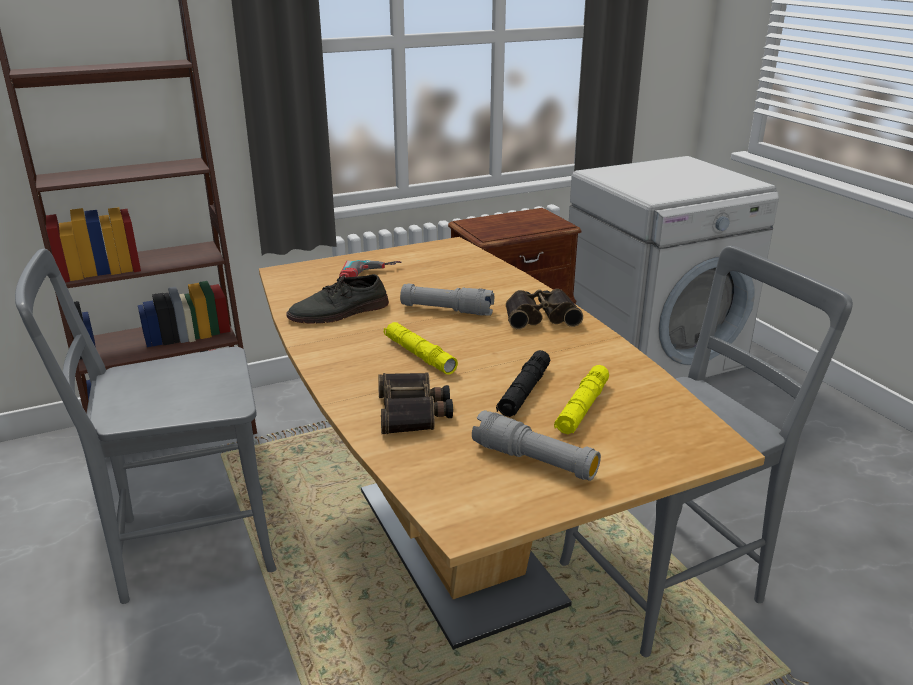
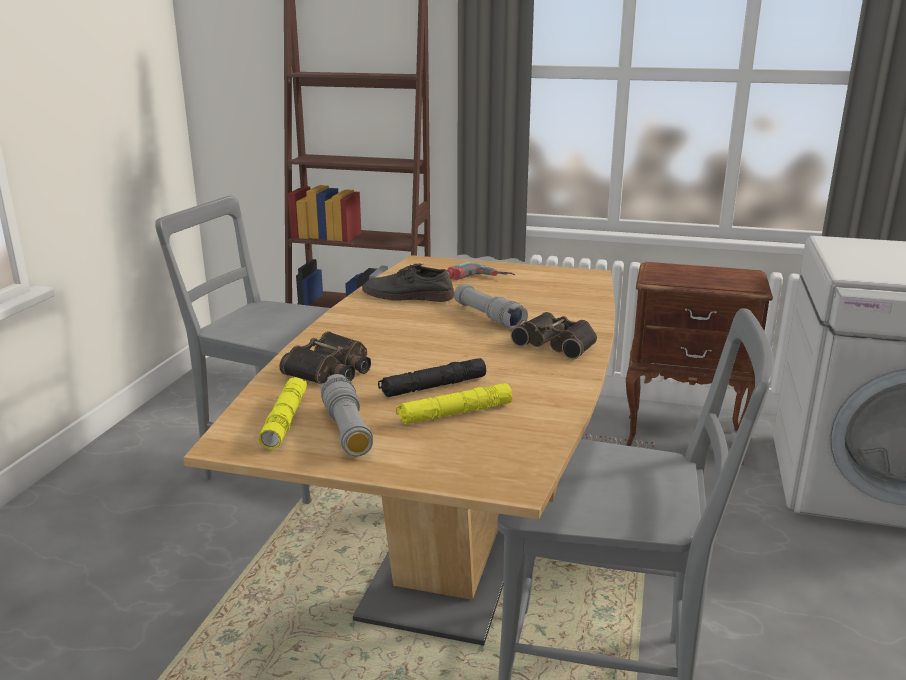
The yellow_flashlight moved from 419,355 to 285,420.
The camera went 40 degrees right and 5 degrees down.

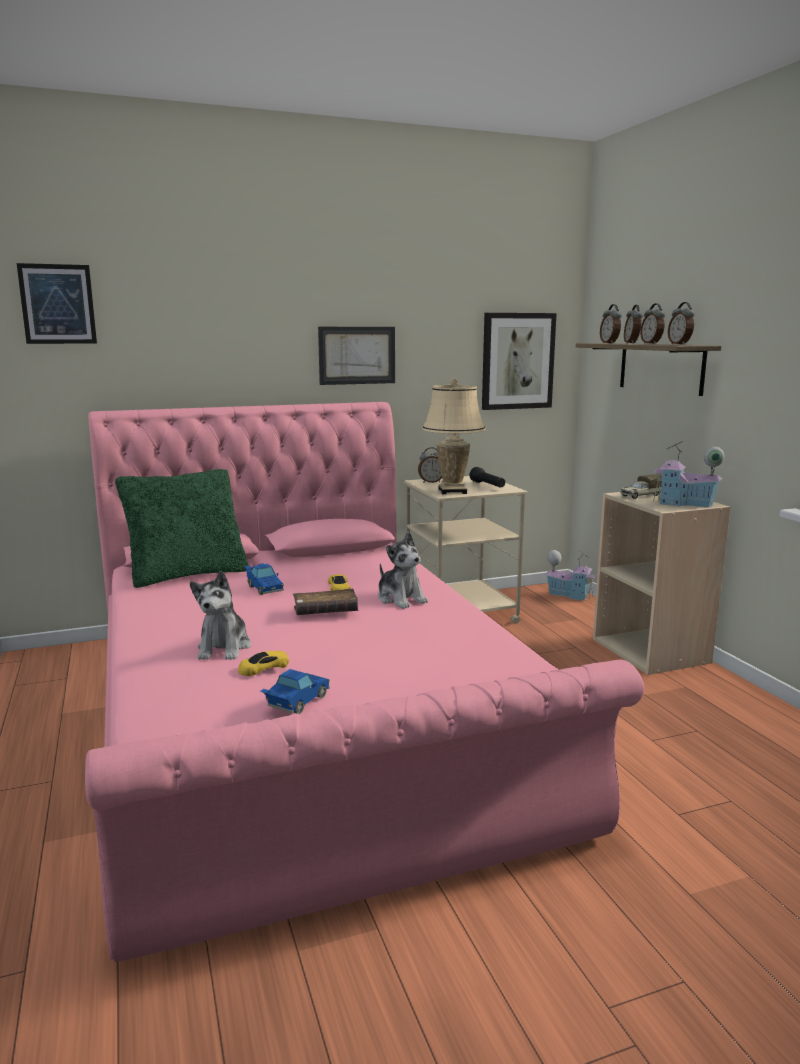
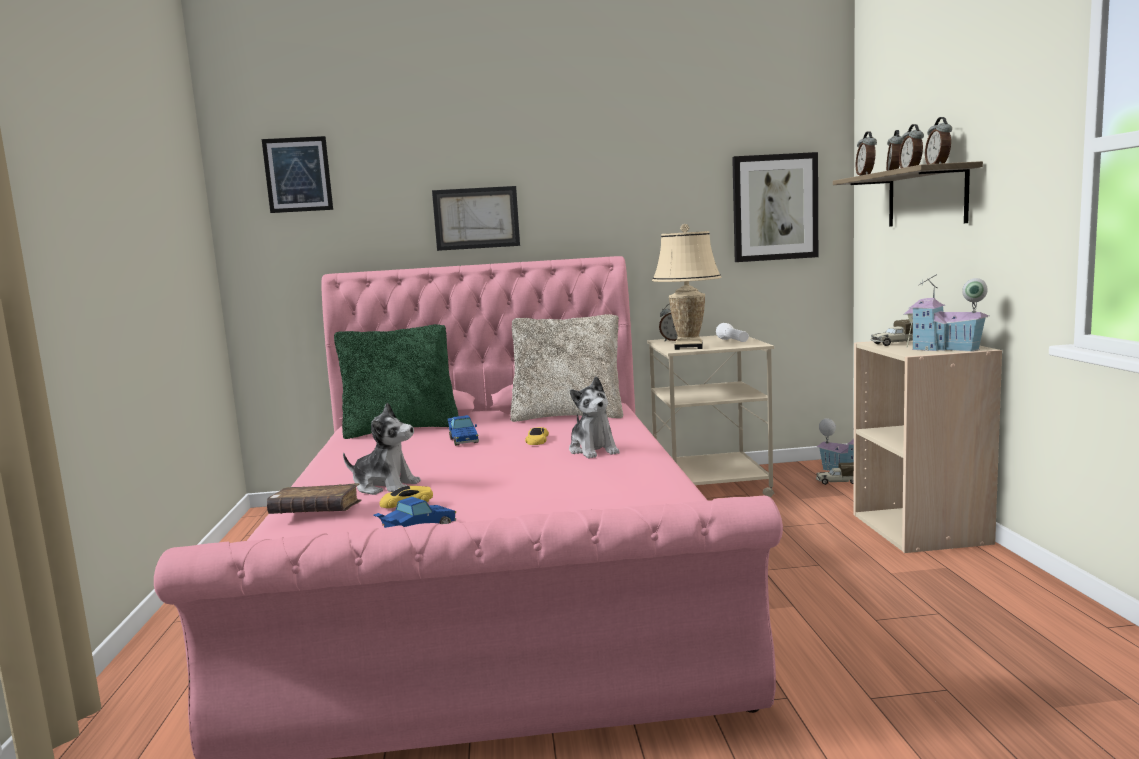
The plush_toy at 224,648 turned 90 degrees counterclockwise.
The brown_book moved from 325,611 to 315,511.
The picture moved from 357,355 to 476,218.
The black_flashlight at 488,485 became the white_flashlight at 733,342.
The beige_pillow at 568,415 appeared.
The toy_truck at 838,482 appeared.
The camera went 15 degrees right and 5 degrees down.

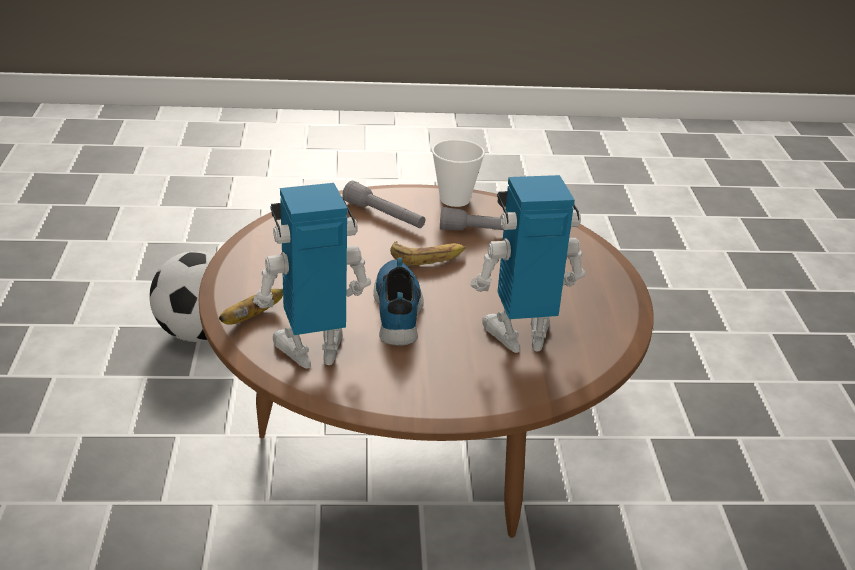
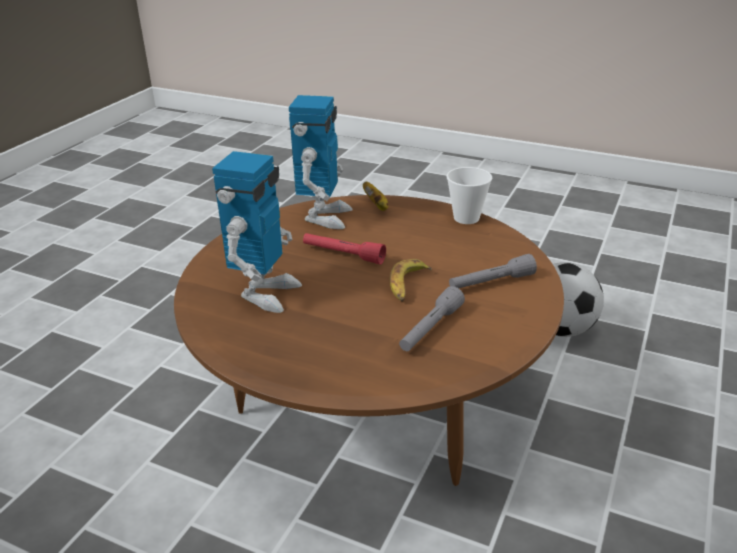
The shoe at 399,309 was replaced by the red_flashlight at 343,255.
The cup moved from 455,199 to 466,218.
The camera went 120 degrees right and 0 degrees up.

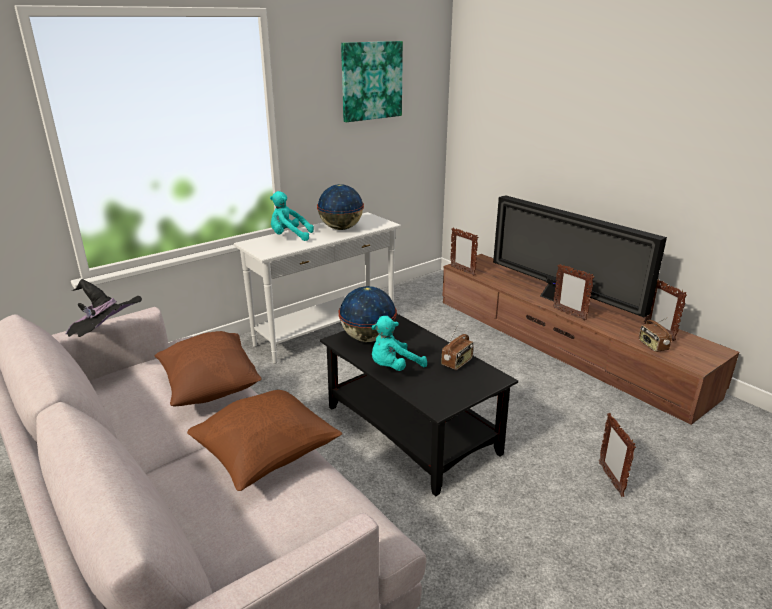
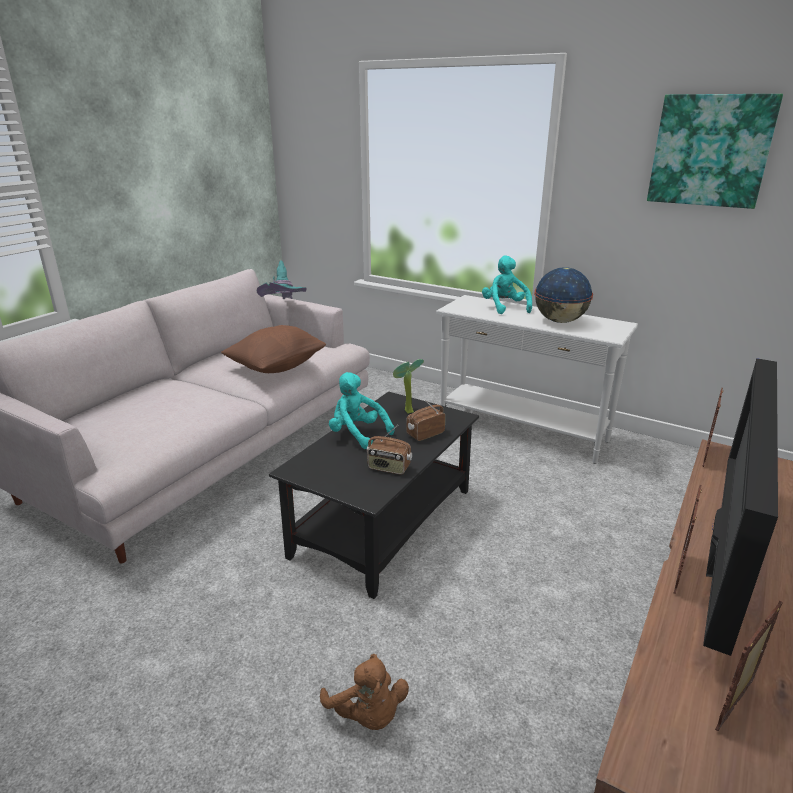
The black_hat at 108,337 became the turquoise_hat at 284,308.
The brown_pillow at 266,458 disappeared.
The globe at 367,338 was replaced by the potted_plant at 406,411.
The picture_frame at 610,479 was replaced by the brown_plush_toy at 367,714.
The radio moved from 652,346 to 425,434.
The camera went 70 degrees right and 0 degrees up.

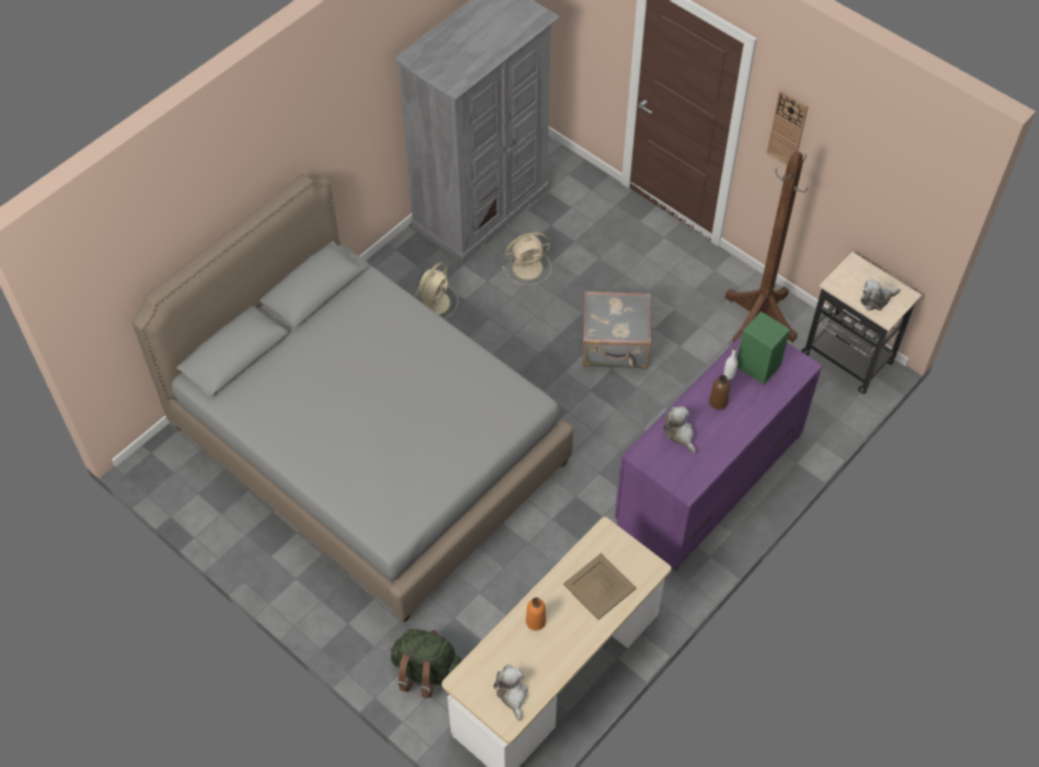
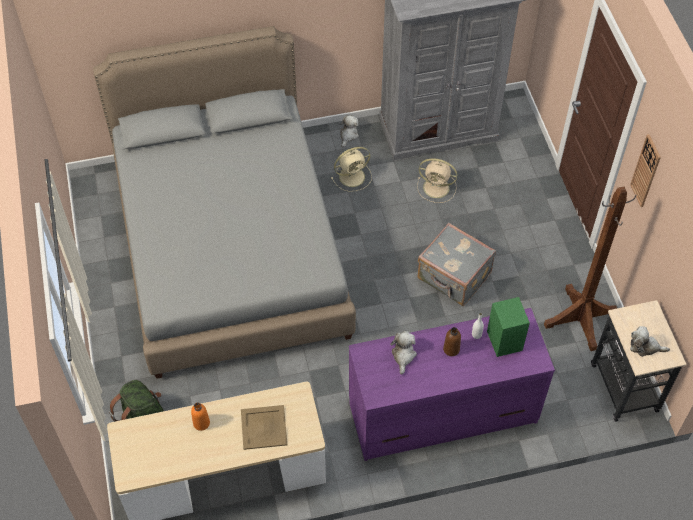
The plush_toy moved from 512,694 to 348,135.
The camera went 35 degrees right and 0 degrees up.

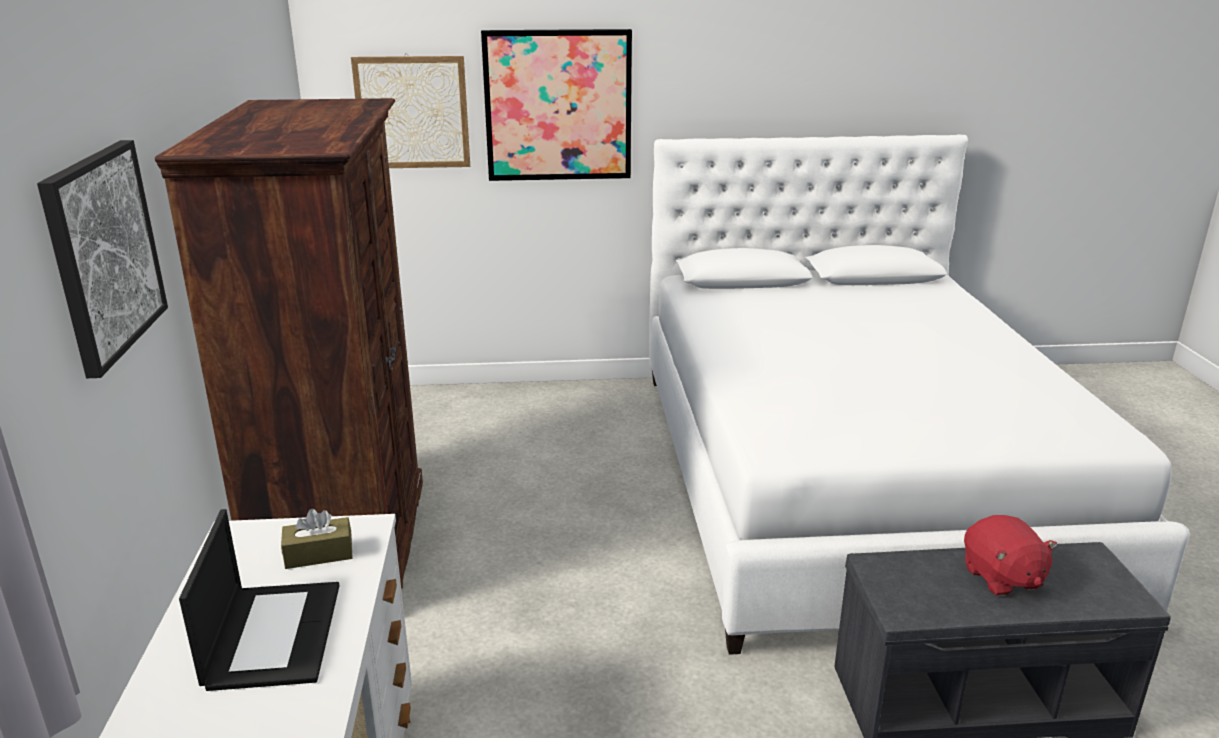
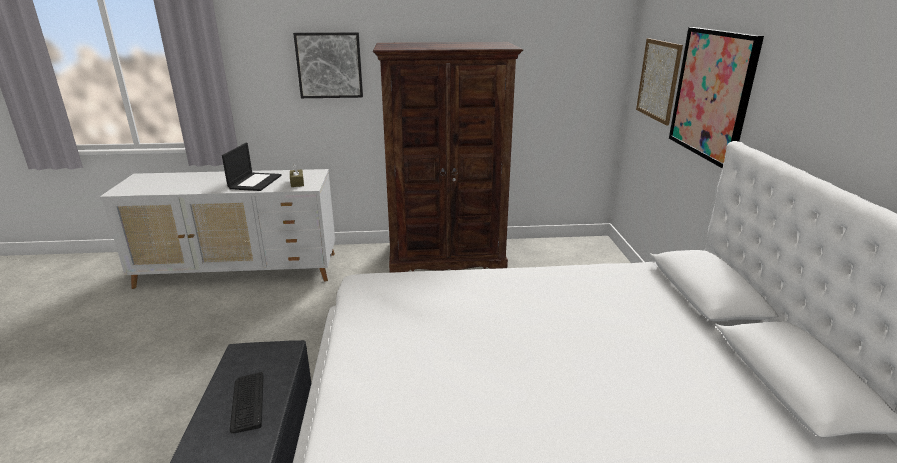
The laptop at 272,634 turned 75 degrees counterclockwise.
The red_plush_toy at 1001,578 was replaced by the keyboard at 247,402.
The camera went 90 degrees right and 0 degrees up.

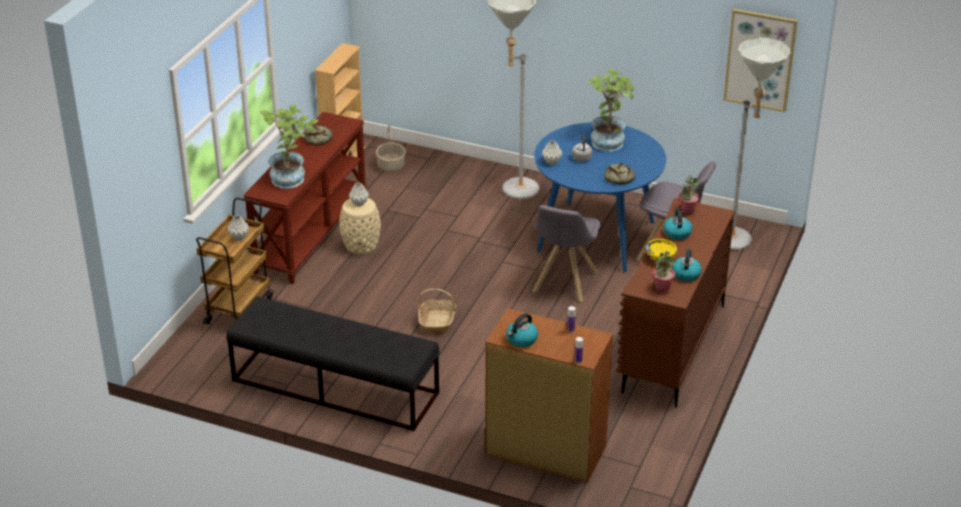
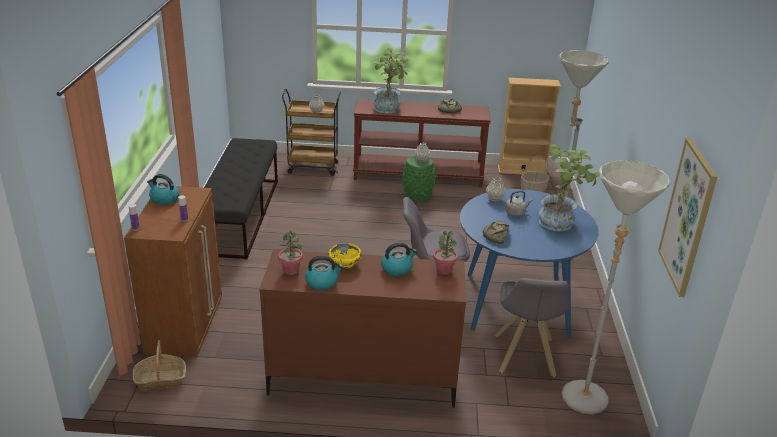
The beige_stool at 361,245 became the green_stool at 417,196.
The basket moved from 437,321 to 160,379.
The camera went 70 degrees right and 5 degrees down.

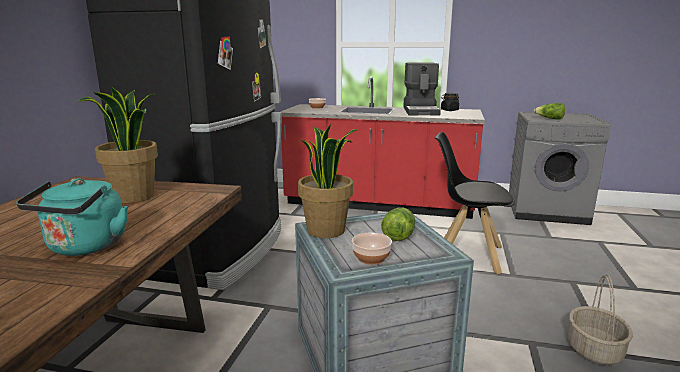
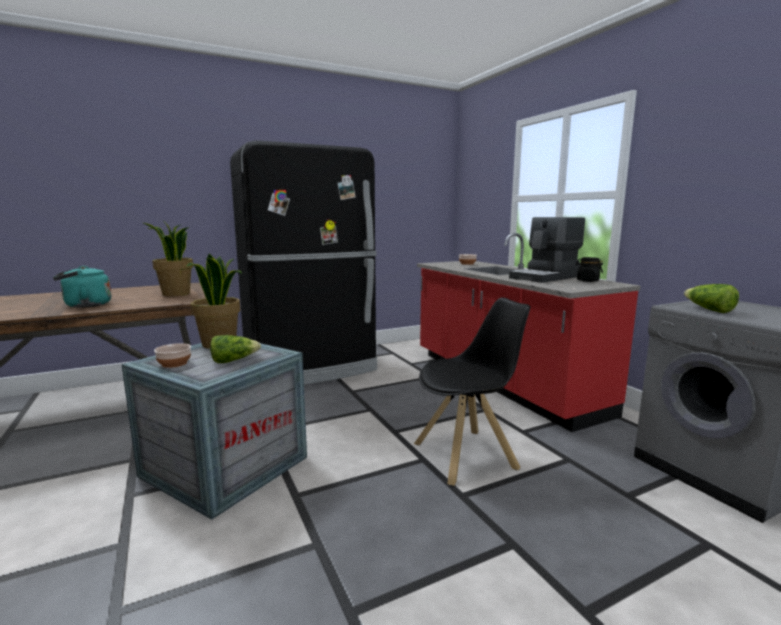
The black_chair at 467,254 turned 90 degrees clockwise.
The basket at 595,350 disappeared.
The camera went 50 degrees right and 5 degrees down.

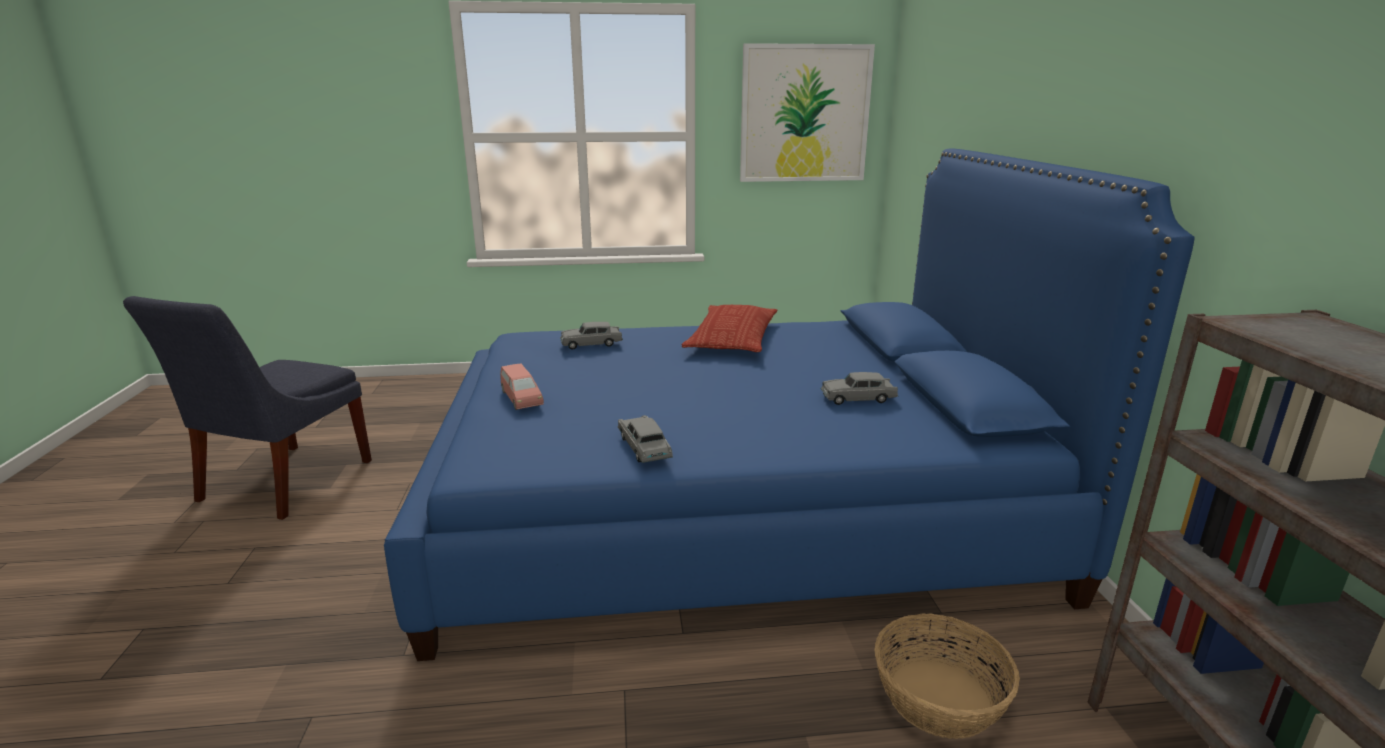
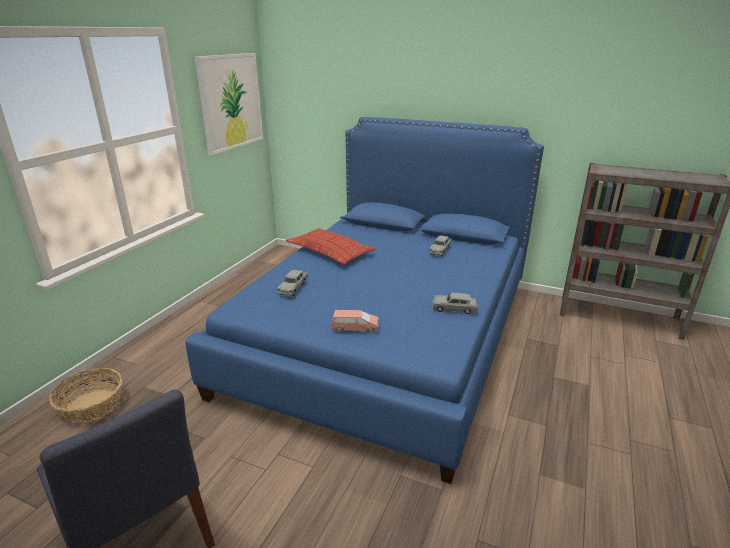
The basket moved from 938,697 to 91,406.
The camera went 60 degrees left and 5 degrees up.

